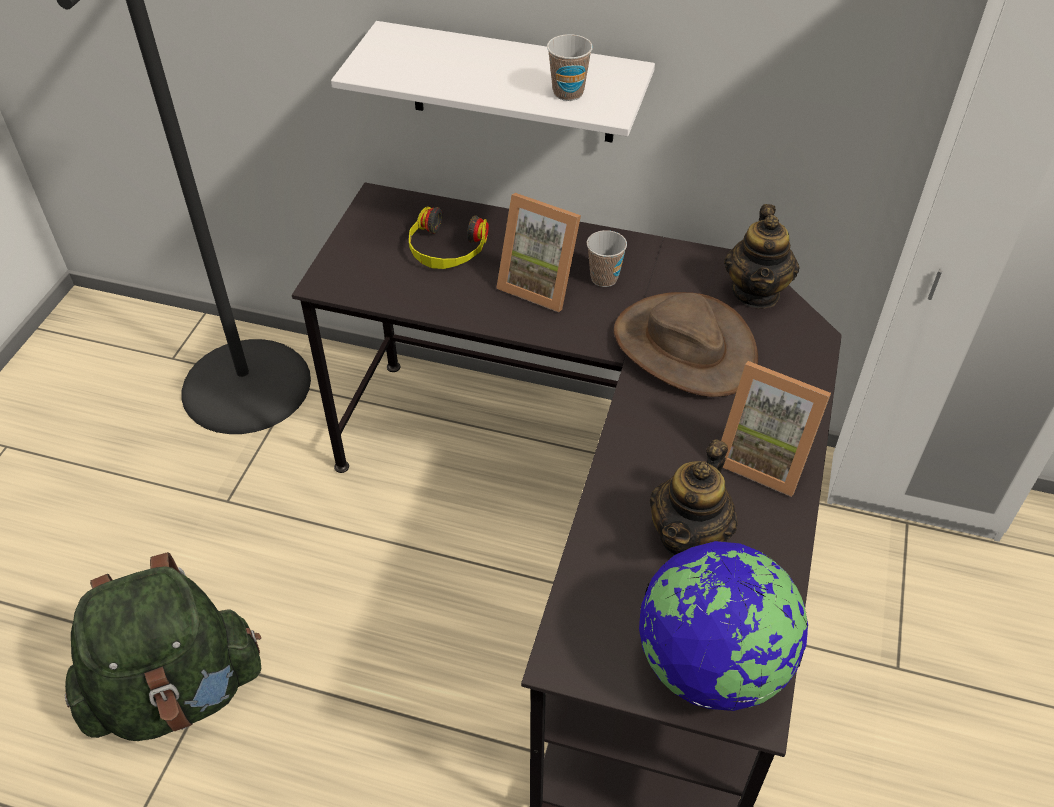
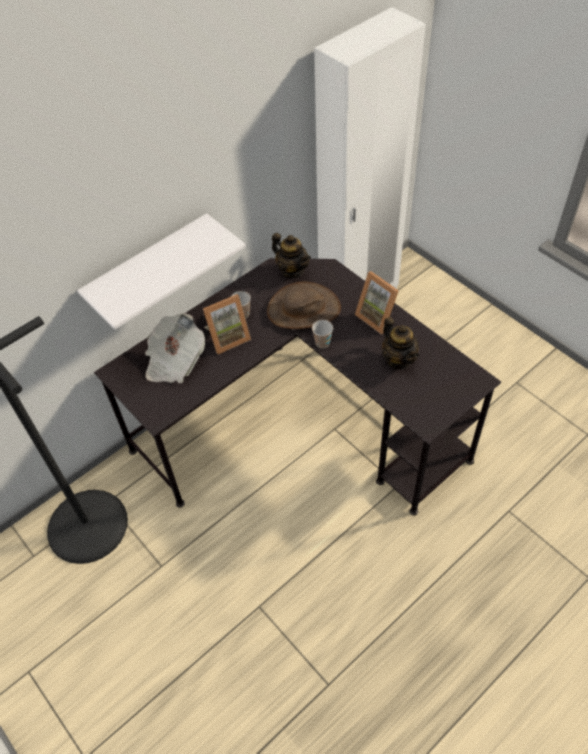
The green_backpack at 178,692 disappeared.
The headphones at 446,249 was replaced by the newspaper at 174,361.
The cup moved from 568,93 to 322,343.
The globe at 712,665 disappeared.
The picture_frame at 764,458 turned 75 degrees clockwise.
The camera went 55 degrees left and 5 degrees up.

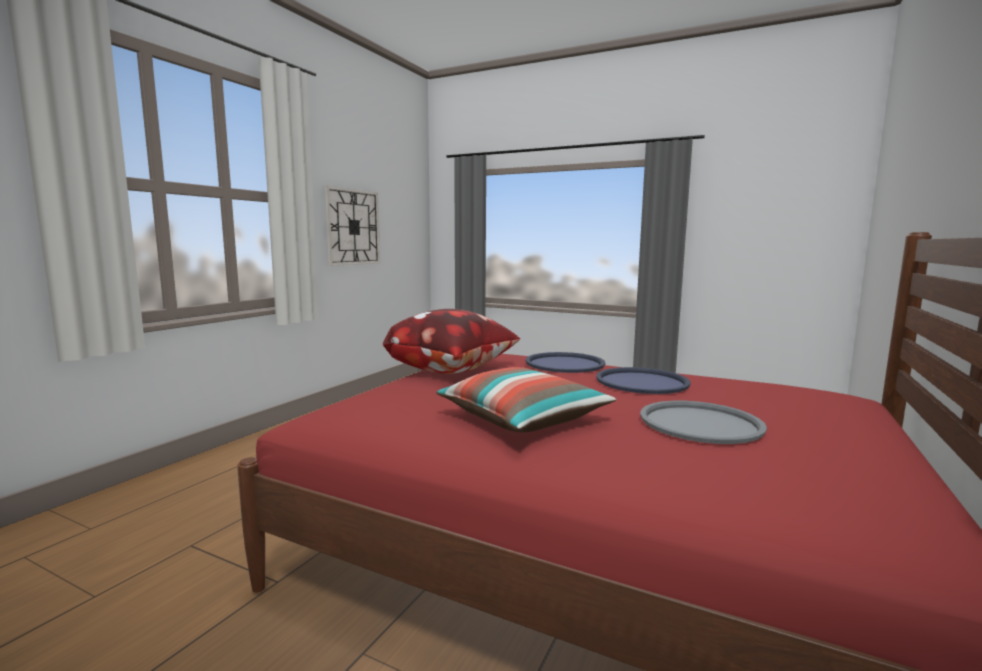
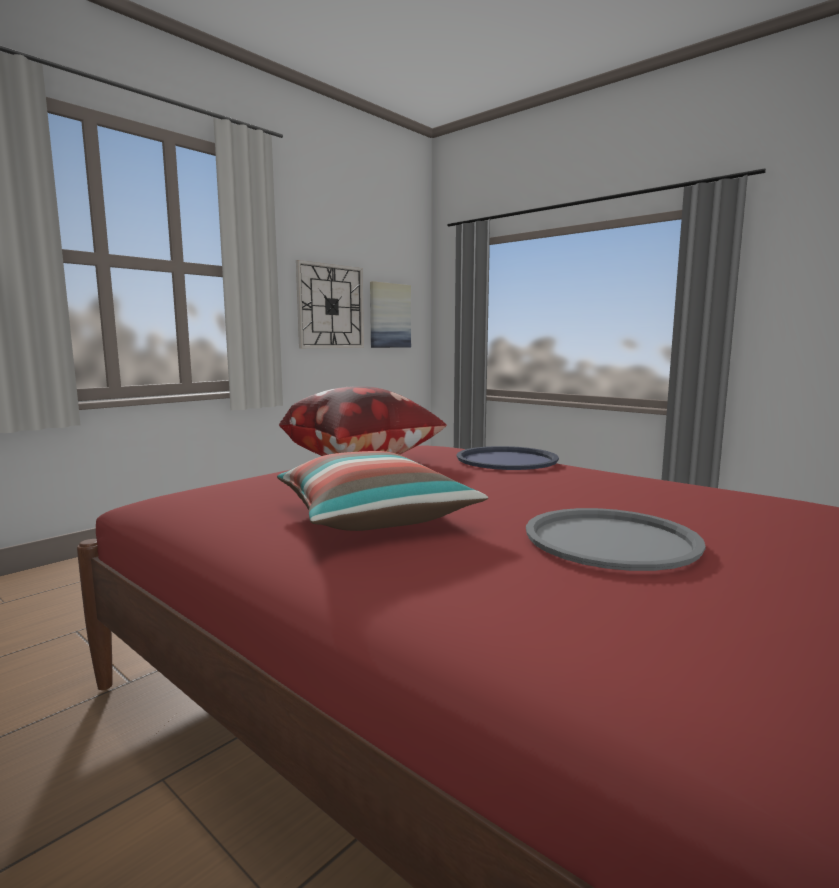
The blue_tray at 641,382 disappeared.
The picture at 389,315 appeared.
The camera went 15 degrees right and 0 degrees up.

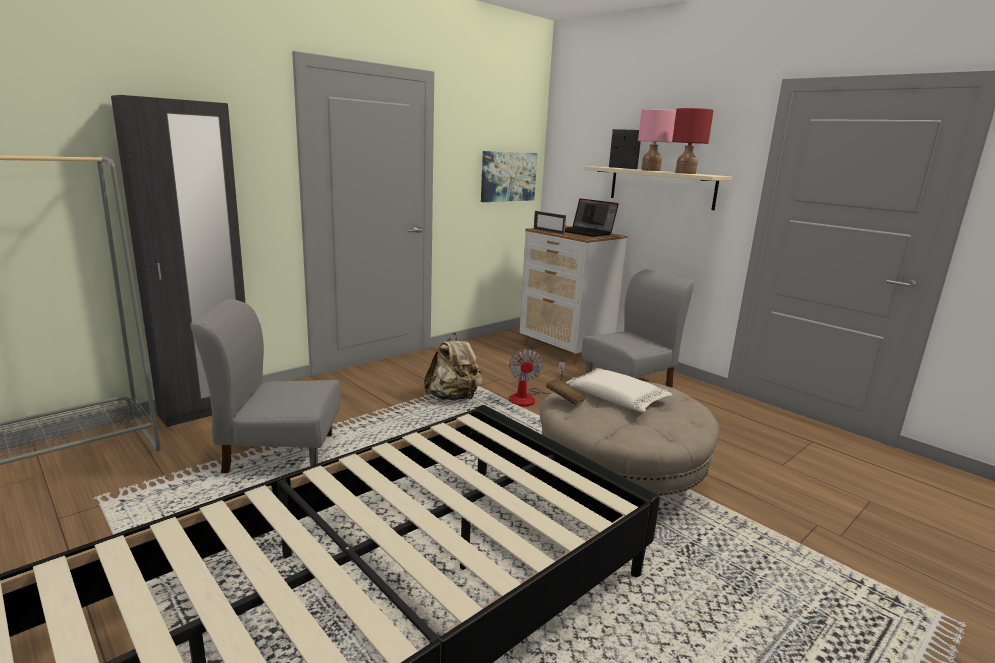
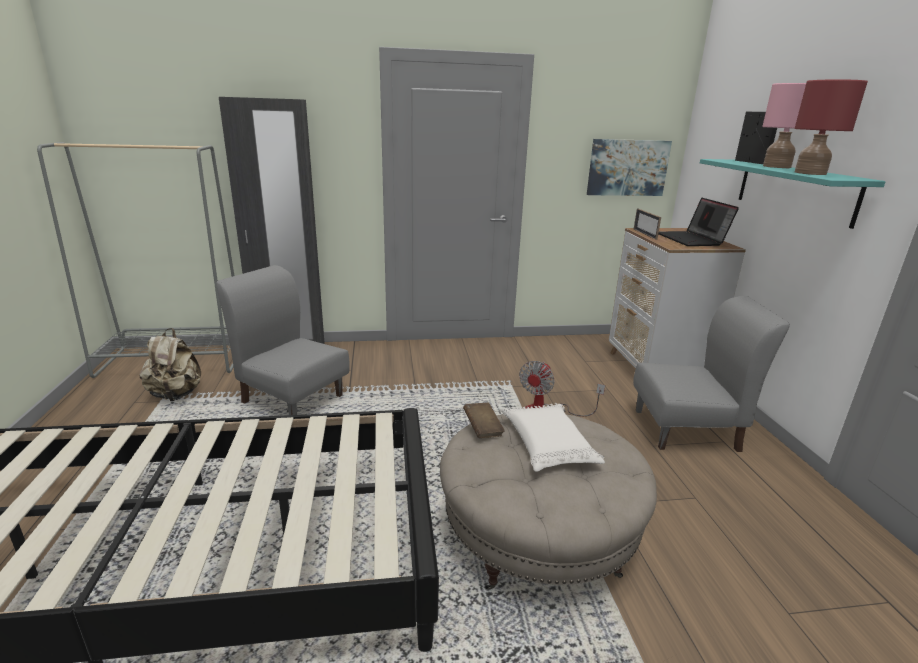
The beige_backpack moved from 453,398 to 176,395.
The beige_shelf at 661,187 became the turquoise_shelf at 794,190.
The camera went 35 degrees right and 5 degrees up.

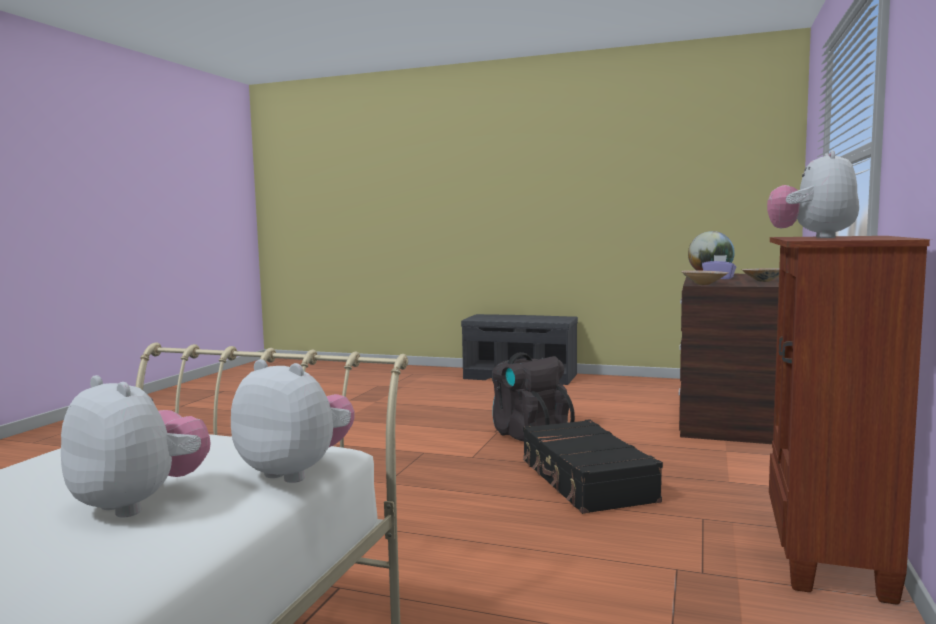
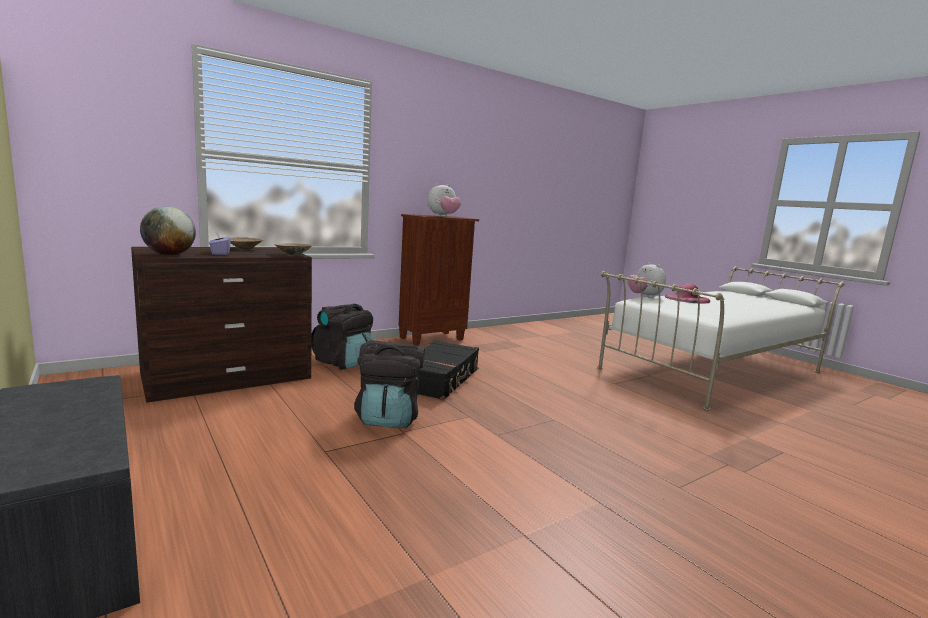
The plush_toy at 139,503 was replaced by the pink_hat at 687,299.
The black_backpack at 344,363 appeared.
The camera went 145 degrees left and 5 degrees up.

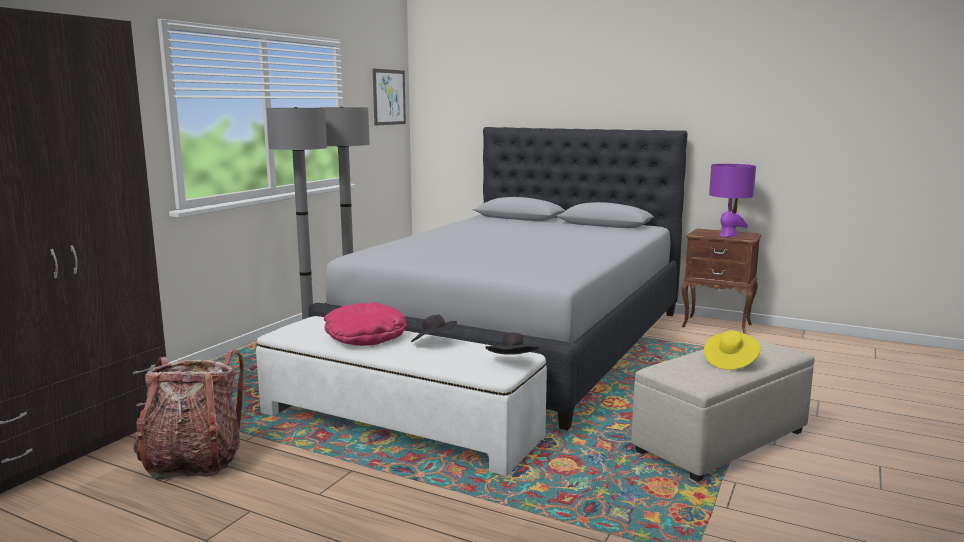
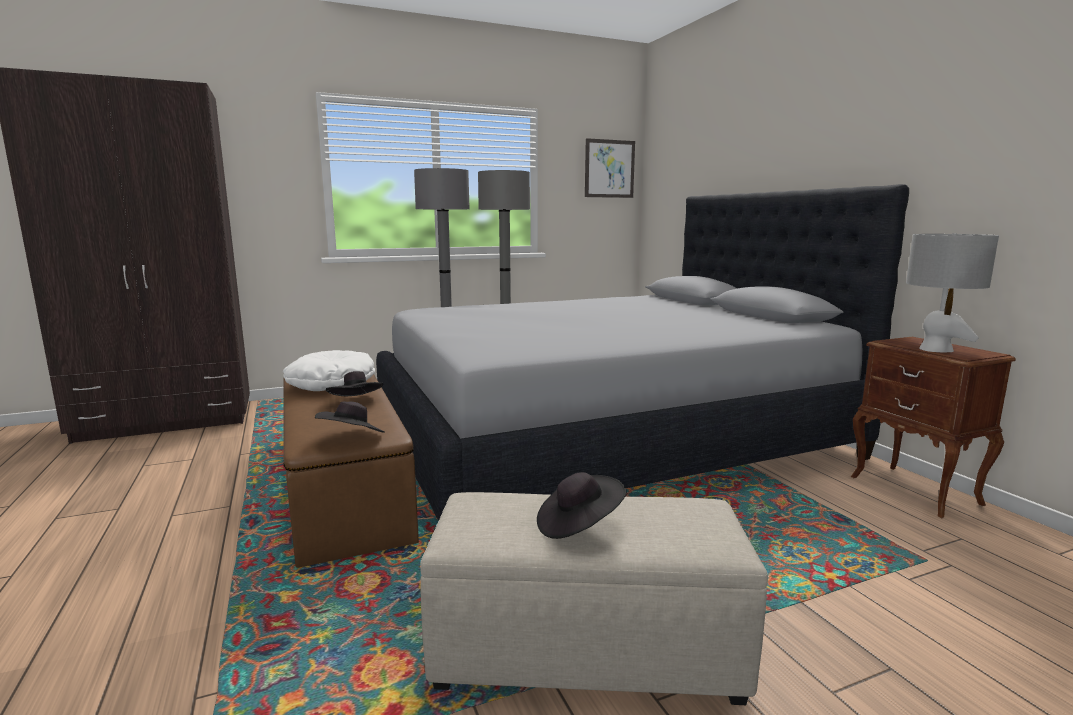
The backpack at 193,461 disappeared.
The white_bench at 399,424 became the brown_bench at 343,481.
The pink_pillow at 366,337 became the white_pillow at 333,384.
The yellow_hat at 730,362 became the black_hat at 578,525.
The purple_table_lamp at 728,235 became the grey_table_lamp at 936,349.
The camera went 40 degrees right and 0 degrees up.

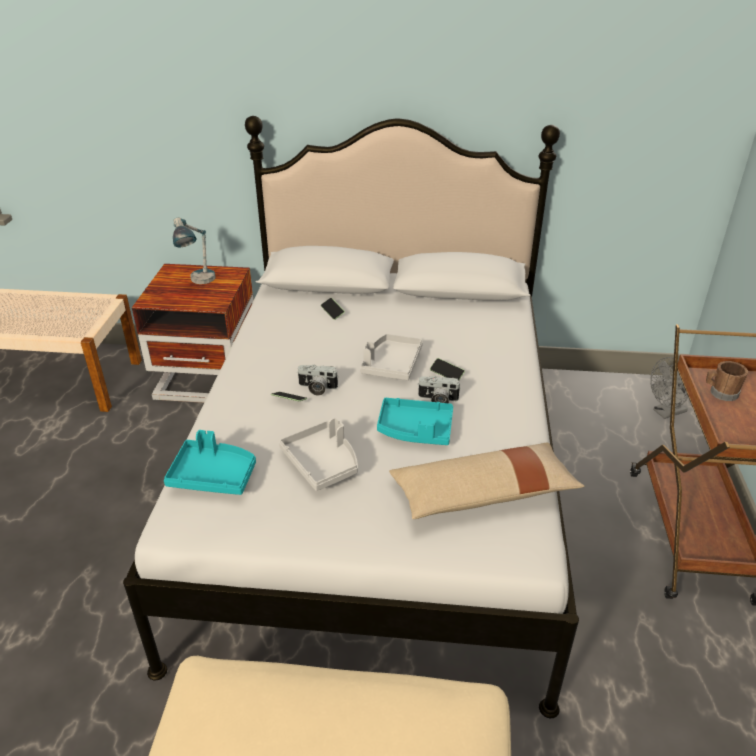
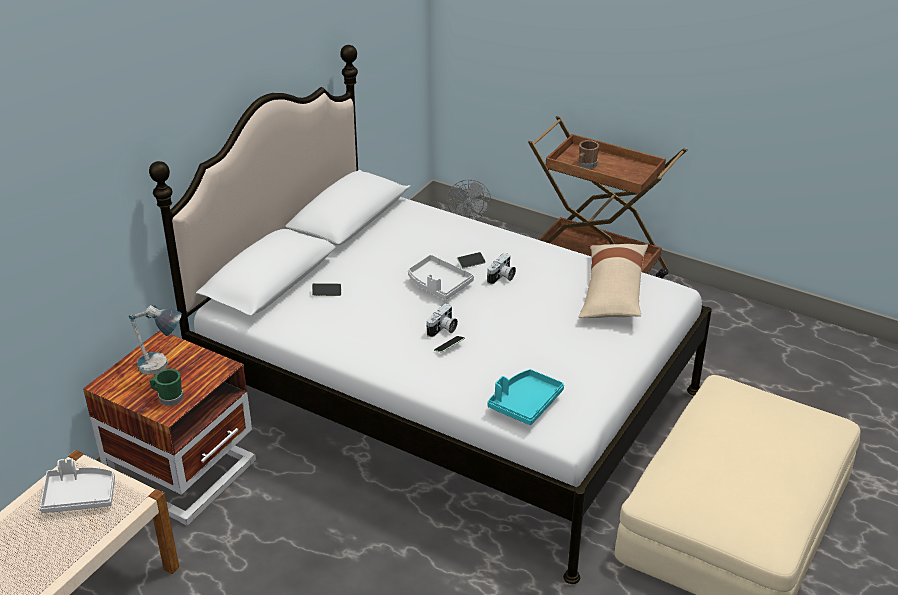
The grey_tray moved from 322,463 to 79,496.
The turquoise_tray at 415,430 disappeared.
The green_mug at 168,398 appeared.
The camera went 65 degrees left and 0 degrees up.

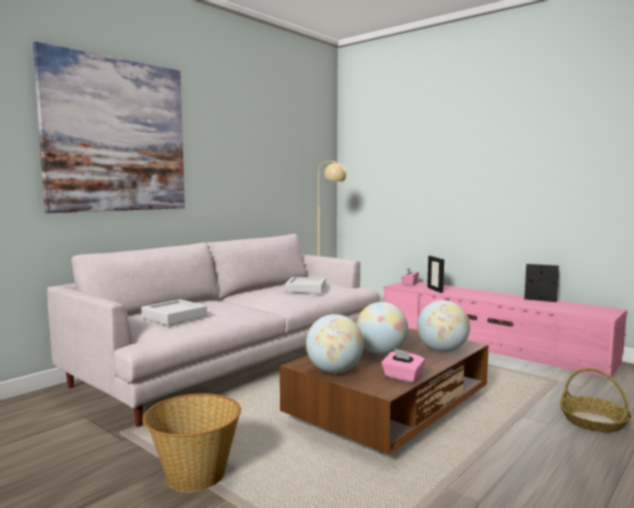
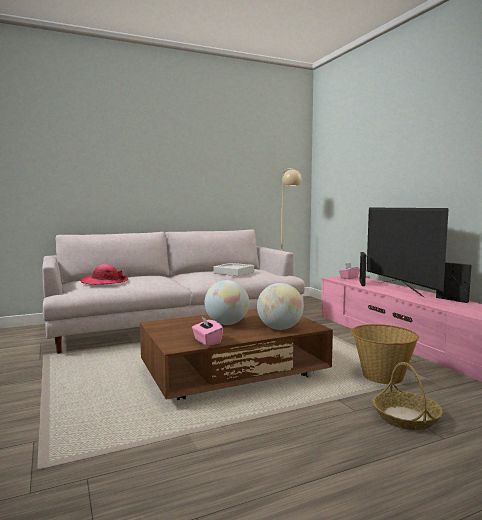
The picture at 116,135 disappeared.
The grey_tray at 174,317 was replaced by the hat at 104,281.
The basket moved from 194,475 to 382,376.
The globe at 334,371 disappeared.
The television at 400,289 appeared.
The camera went 25 degrees right and 0 degrees up.

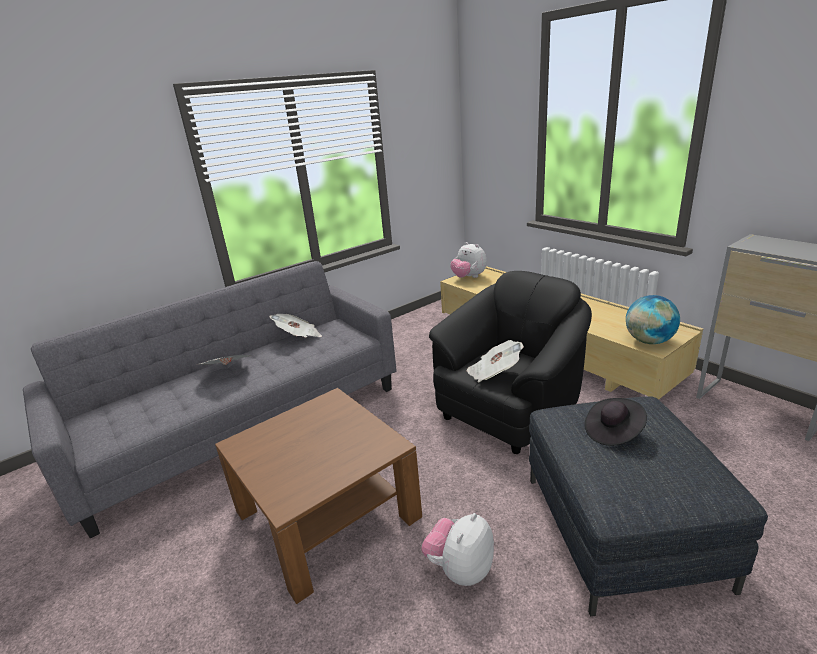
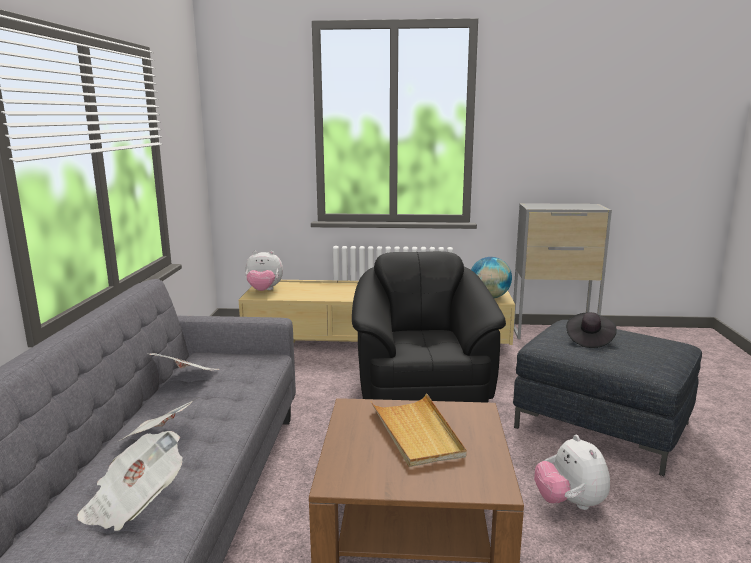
The newspaper moved from 494,373 to 134,503.
The beige_tray at 416,433 appeared.
The camera went 50 degrees left and 10 degrees down.

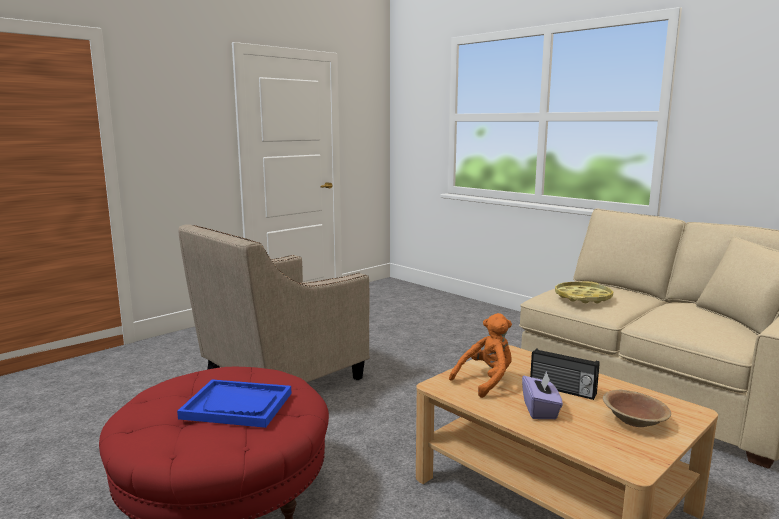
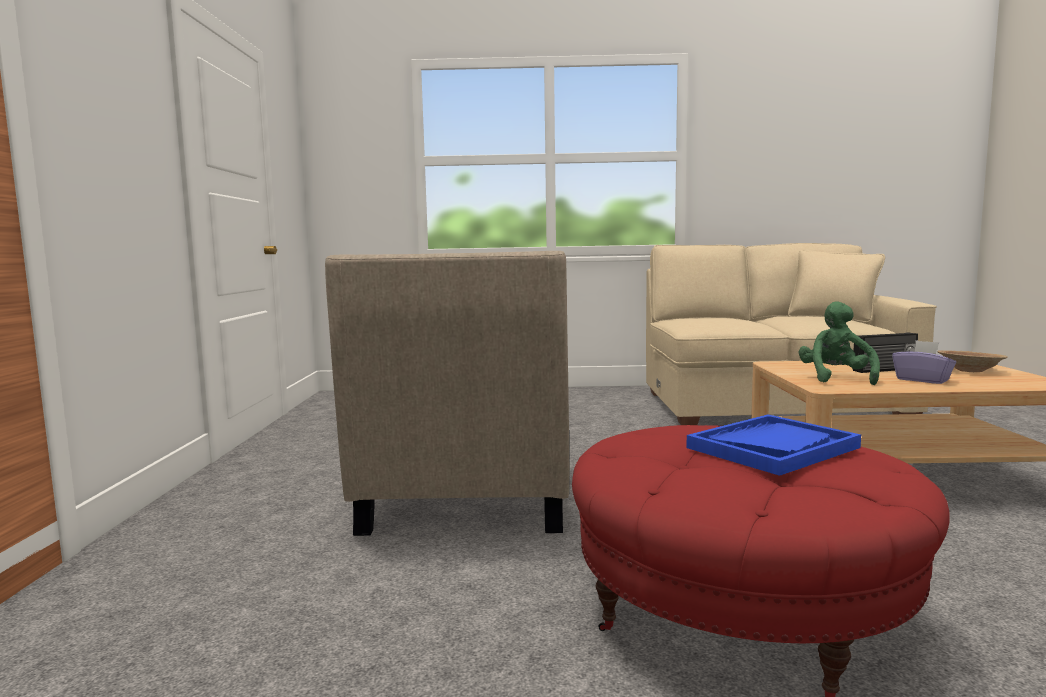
The orange_plush_toy at 486,381 became the green_plush_toy at 836,378.
The yellow_tray at 583,297 disappeared.
The camera went 45 degrees left and 5 degrees down.

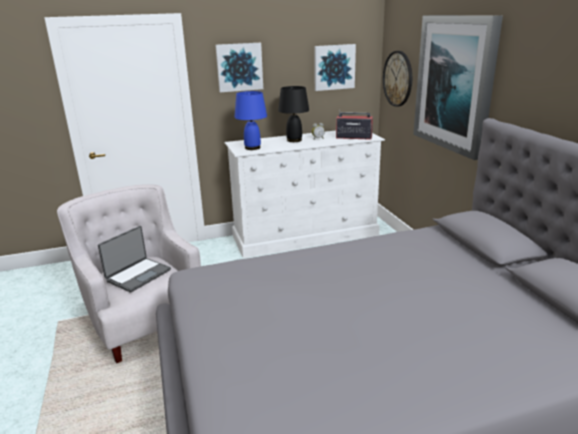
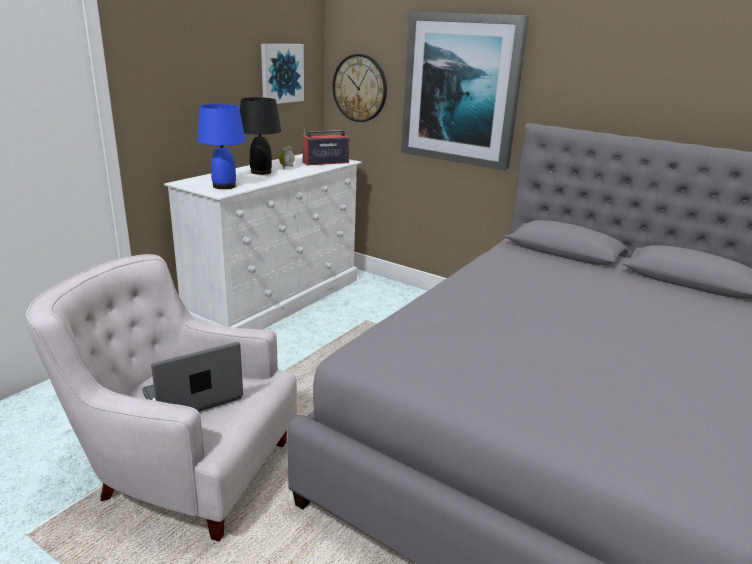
The laptop at 138,275 turned 120 degrees counterclockwise.
The picture at 239,67 disappeared.
The camera went 40 degrees left and 0 degrees up.

